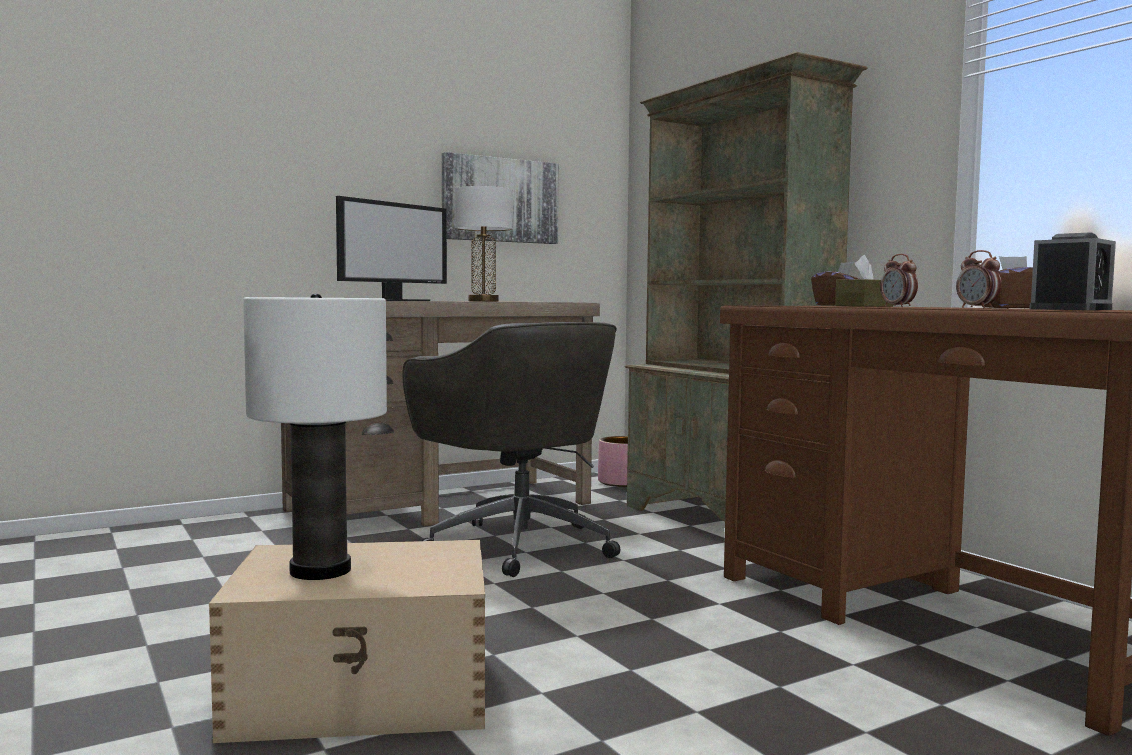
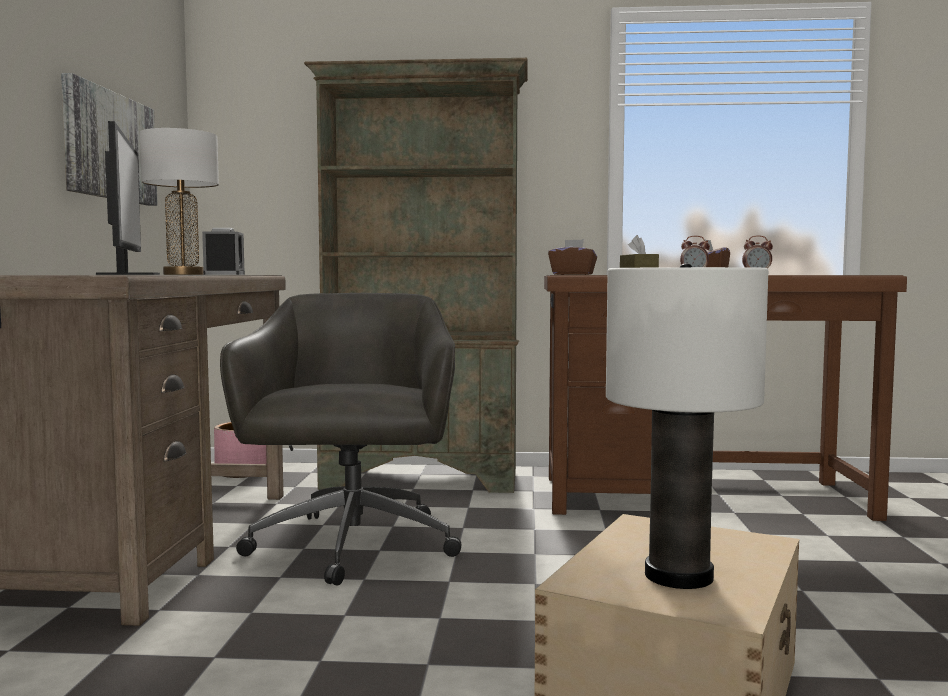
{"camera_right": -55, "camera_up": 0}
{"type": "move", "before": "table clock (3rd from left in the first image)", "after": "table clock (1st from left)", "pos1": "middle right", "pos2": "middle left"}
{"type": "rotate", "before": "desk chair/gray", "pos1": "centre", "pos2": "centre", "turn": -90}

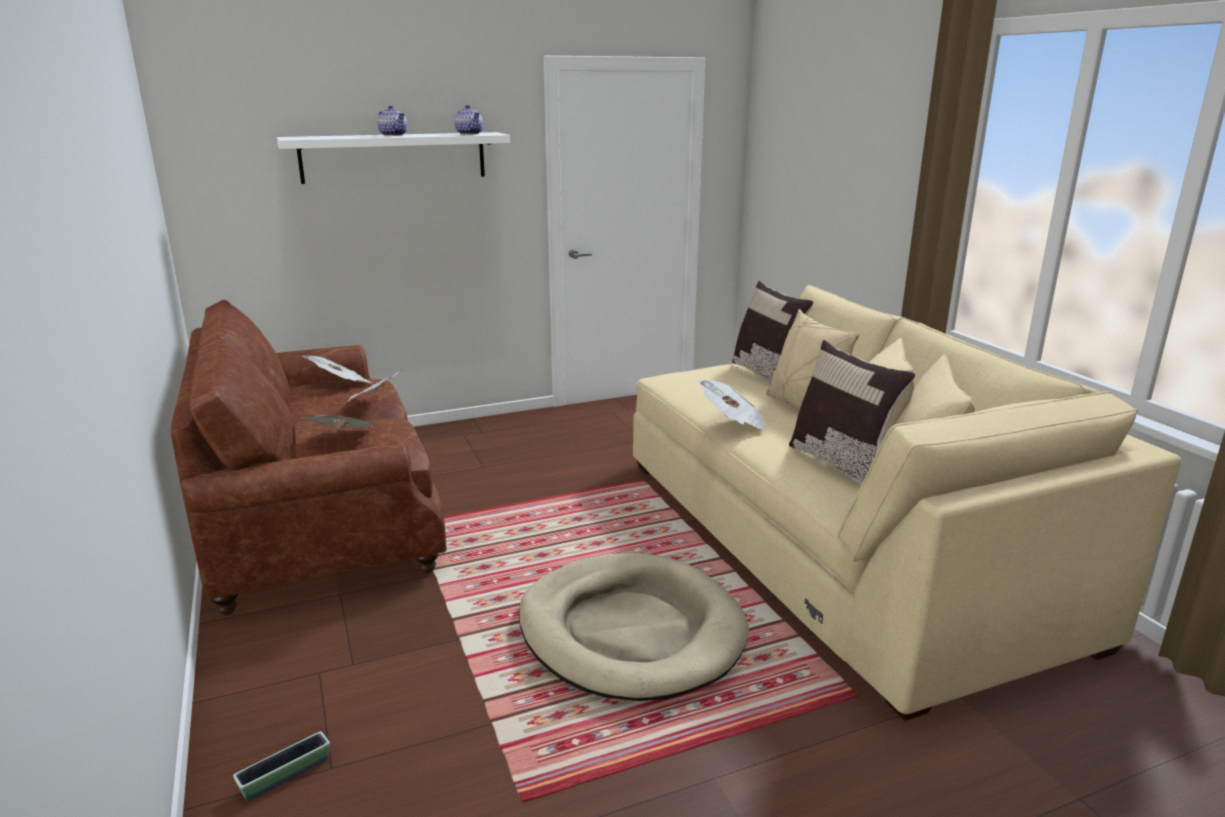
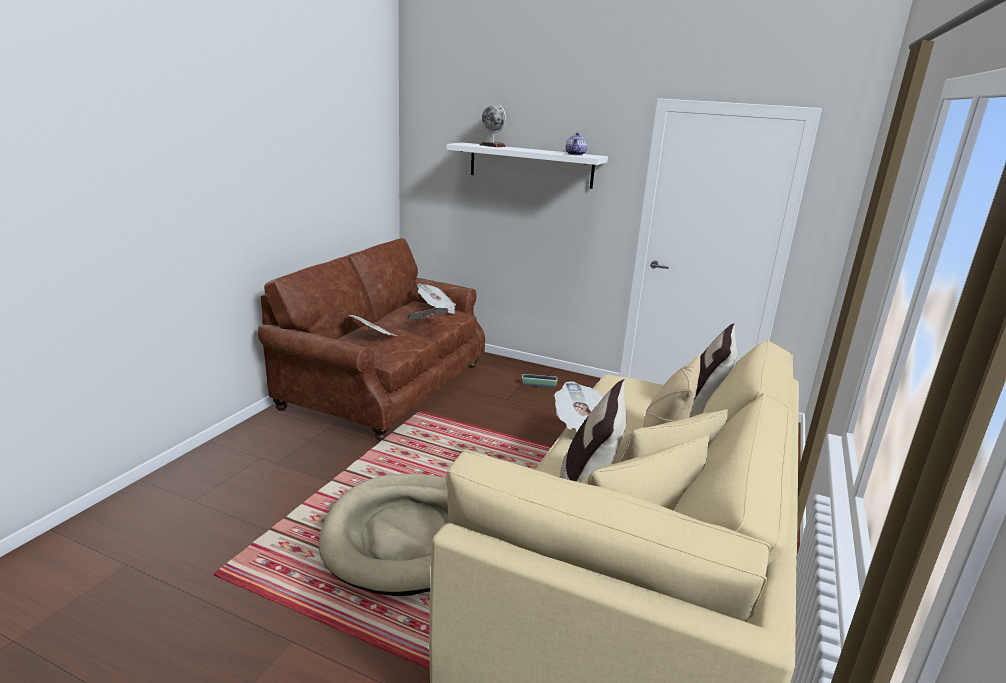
{"camera_right": 45, "camera_up": 0}
{"type": "delete", "before": "teapot (1st from left)", "pos1": "top left"}
{"type": "insert", "after": "desk globe", "pos2": "top centre"}
{"type": "move", "before": "flower pot", "pos1": "bottom left", "pos2": "centre"}

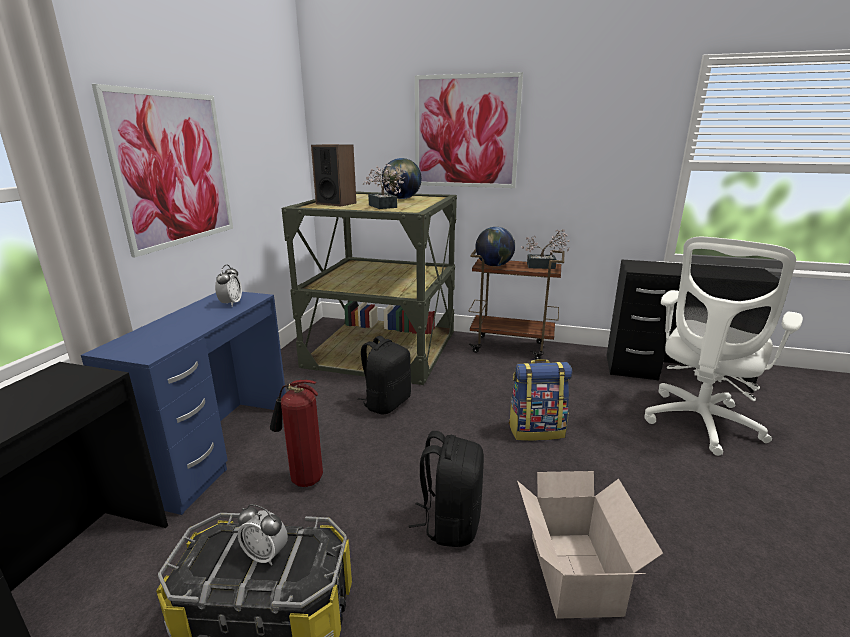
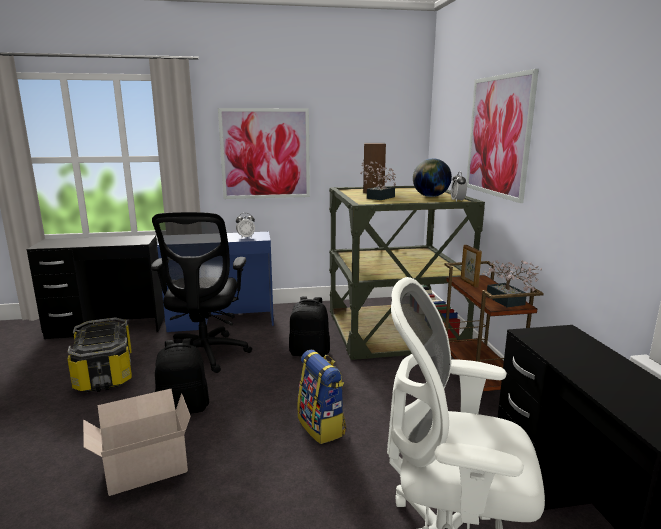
{"camera_right": 65, "camera_up": -5}
{"type": "move", "before": "table clock (2nd from left)", "pos1": "bottom left", "pos2": "middle right"}
{"type": "replace", "before": "fire extinguisher", "after": "desk chair/black-coloured", "pos1": "bottom centre", "pos2": "middle left"}
{"type": "replace", "before": "desk globe (2nd from left)", "after": "photo frame", "pos1": "centre", "pos2": "middle right"}

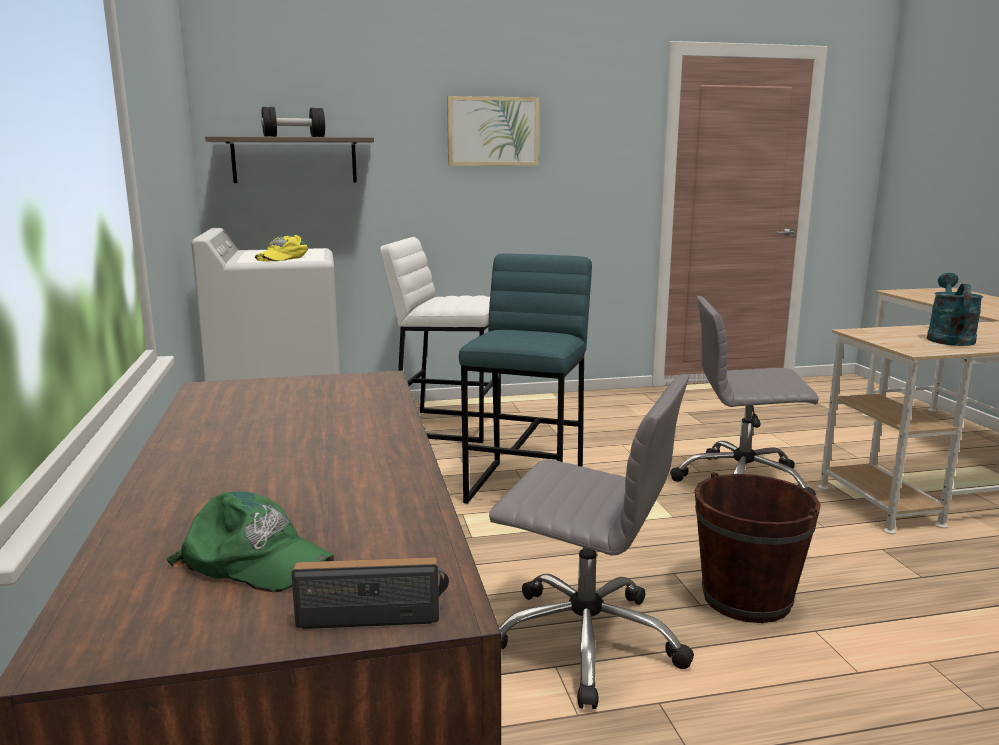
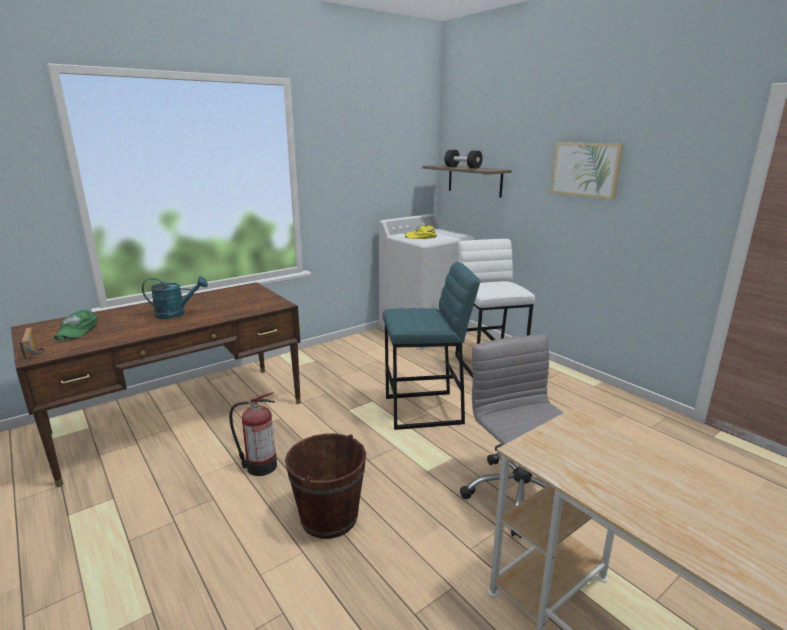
{"camera_right": 65, "camera_up": 5}
{"type": "move", "before": "watering can/turquoise", "pos1": "middle right", "pos2": "middle left"}
{"type": "replace", "before": "desk chair/gray (1st from left)", "after": "fire extinguisher", "pos1": "bottom centre", "pos2": "bottom left"}

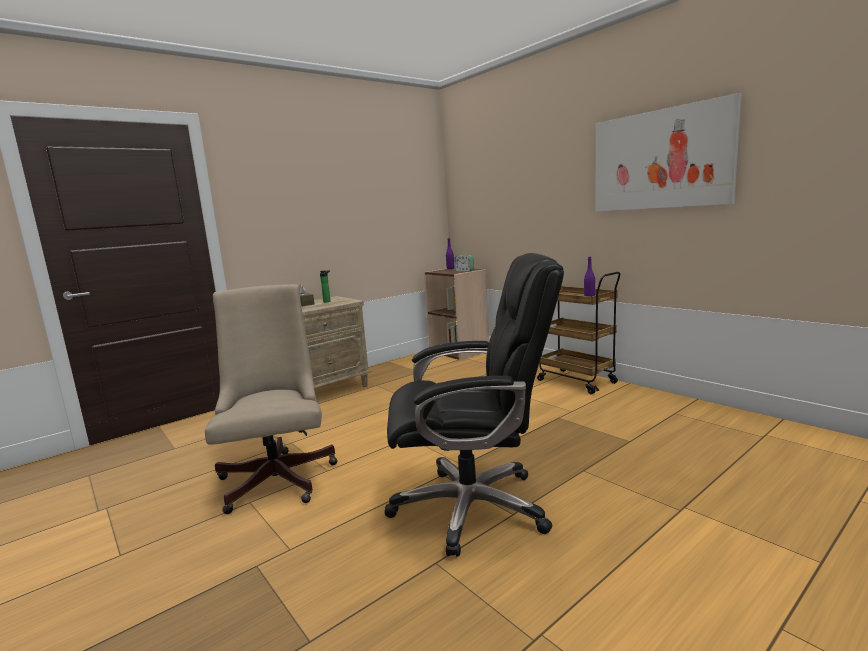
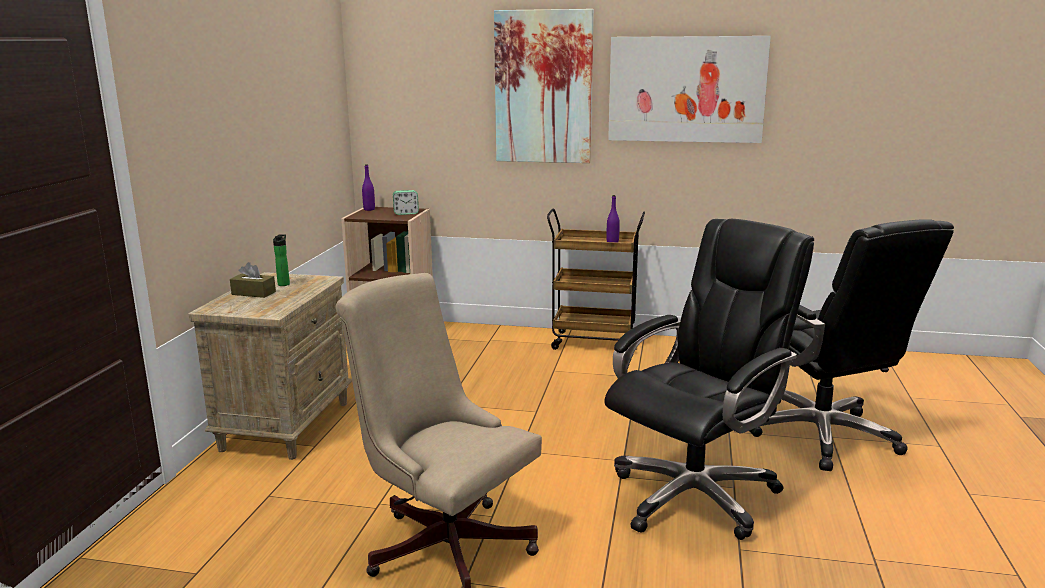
{"camera_right": -40, "camera_up": 5}
{"type": "insert", "after": "picture (1st from left)", "pos2": "top centre"}
{"type": "insert", "after": "desk chair/black-coloured (2nd from left)", "pos2": "middle right"}

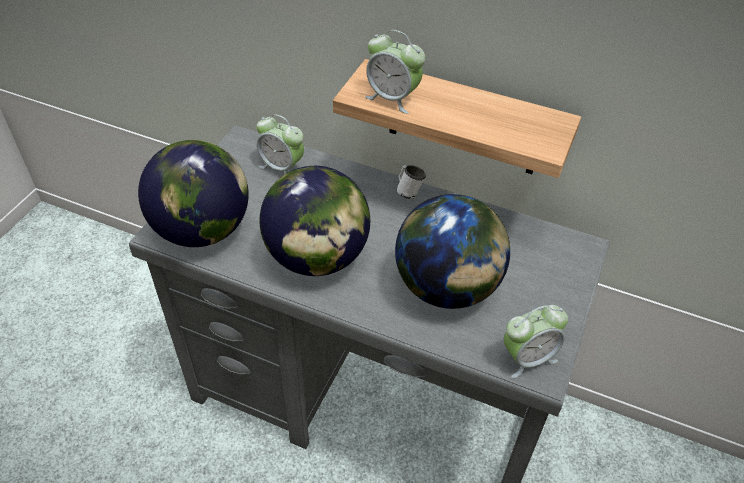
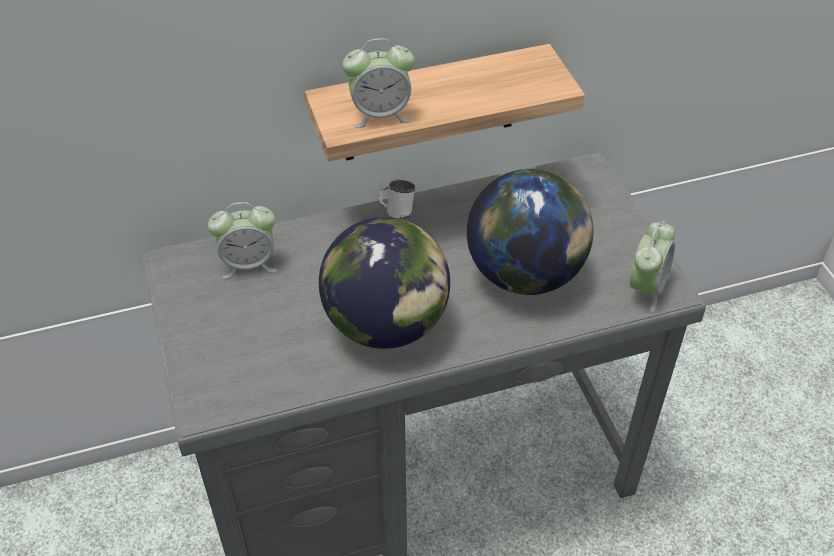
{"camera_right": -40, "camera_up": 0}
{"type": "delete", "before": "desk globe (1st from left)", "pos1": "middle left"}

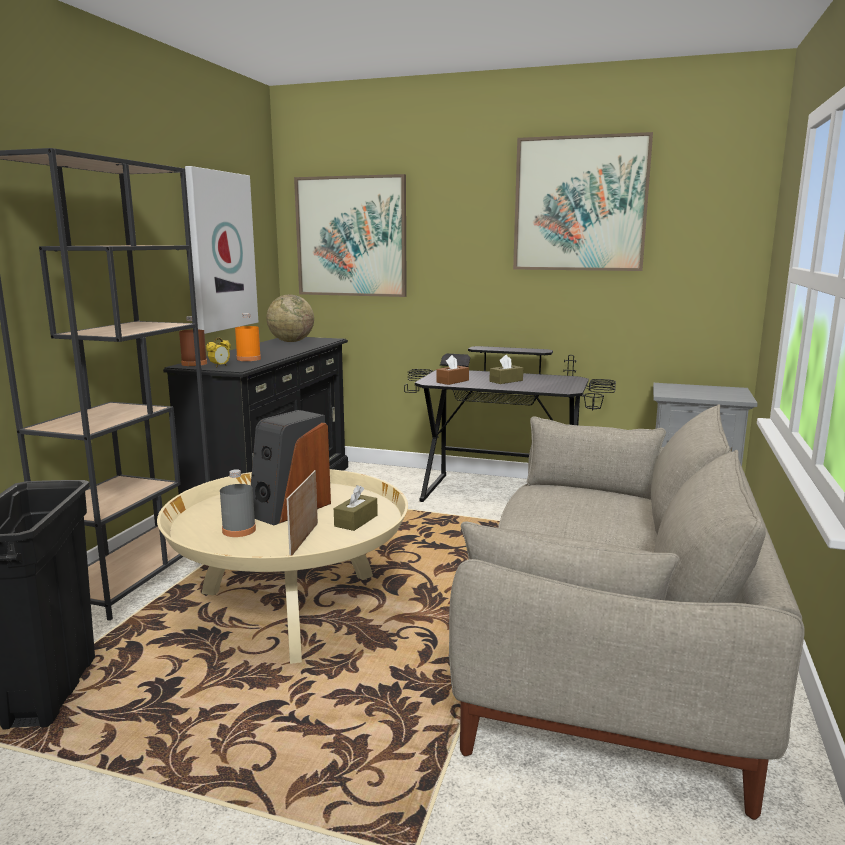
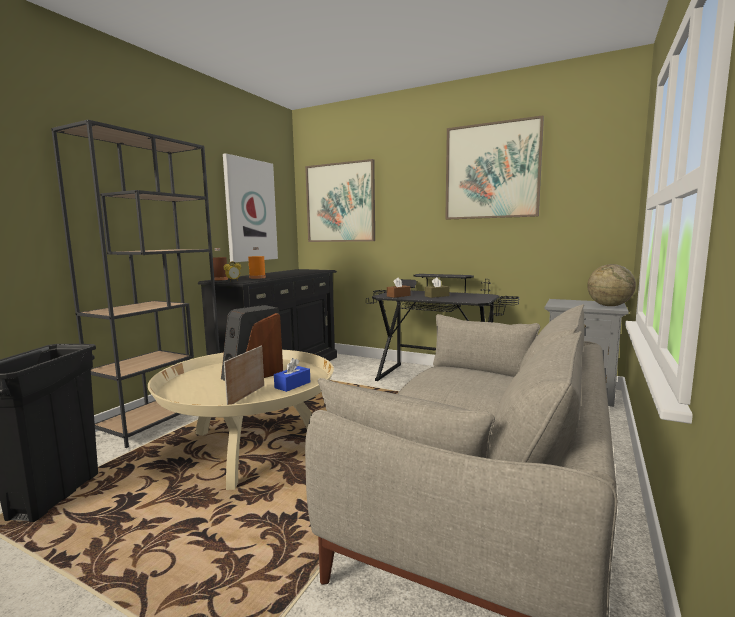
{"camera_right": 10, "camera_up": -5}
{"type": "delete", "before": "drink bottle/gray", "pos1": "middle left"}
{"type": "move", "before": "desk globe", "pos1": "centre", "pos2": "middle right"}
{"type": "recolor", "before": "tissue box/brown-coloured (1st from left)", "after": "tissue box/blue", "pos1": "centre", "pos2": "centre"}

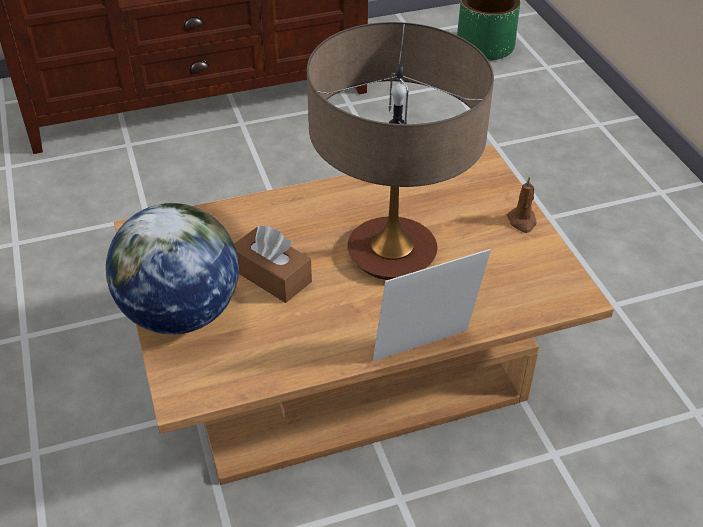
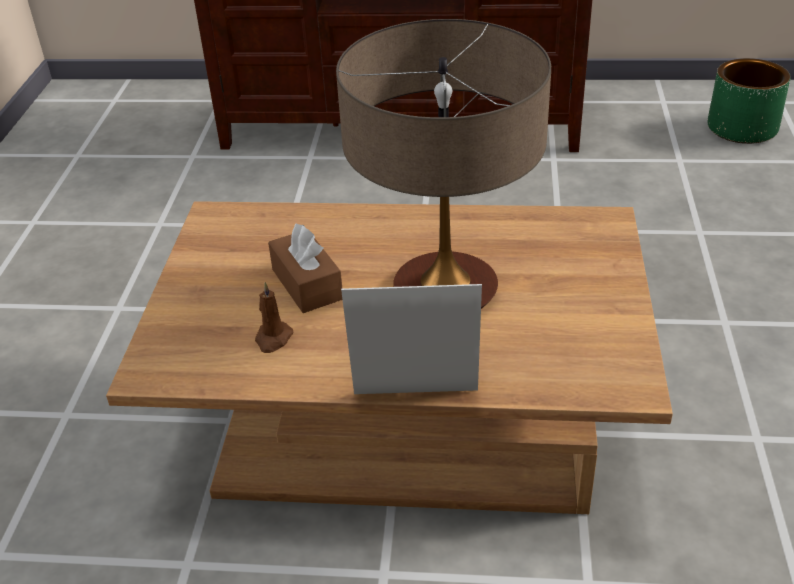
{"camera_right": 25, "camera_up": -5}
{"type": "delete", "before": "desk globe", "pos1": "middle left"}
{"type": "move", "before": "candle/brown-coloured", "pos1": "middle right", "pos2": "centre"}

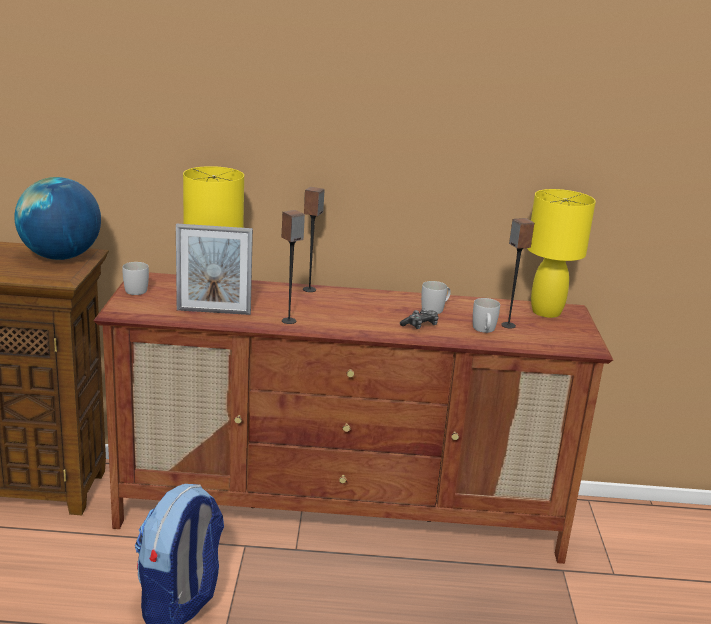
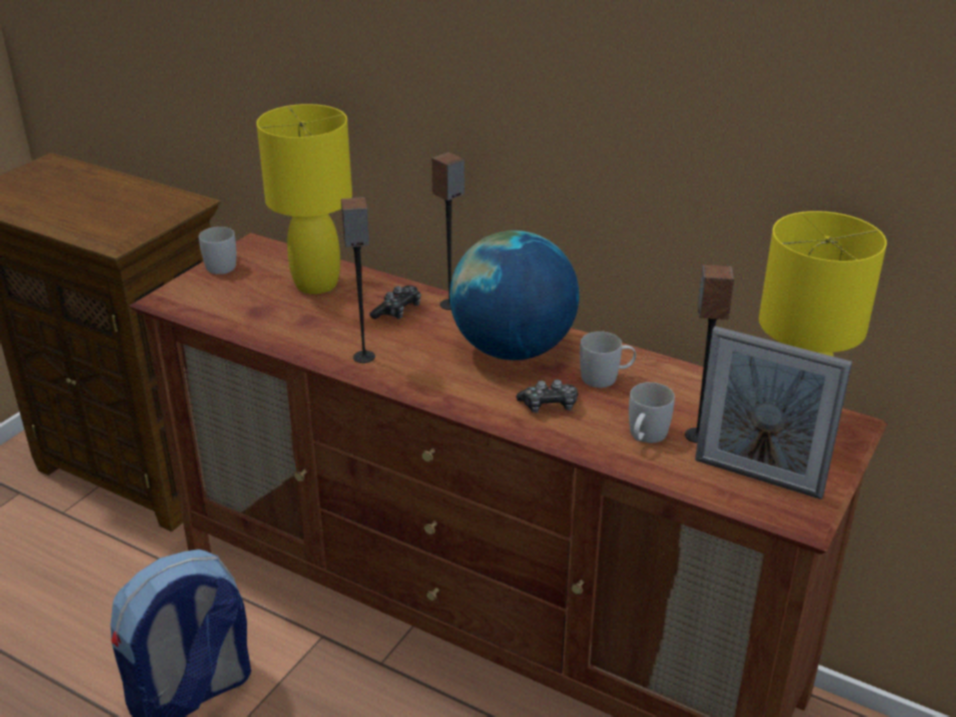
{"camera_right": 30, "camera_up": 10}
{"type": "insert", "after": "gamepad (1st from left)", "pos2": "centre"}
{"type": "move", "before": "desk globe", "pos1": "middle left", "pos2": "centre"}
{"type": "move", "before": "photo frame", "pos1": "middle left", "pos2": "middle right"}

